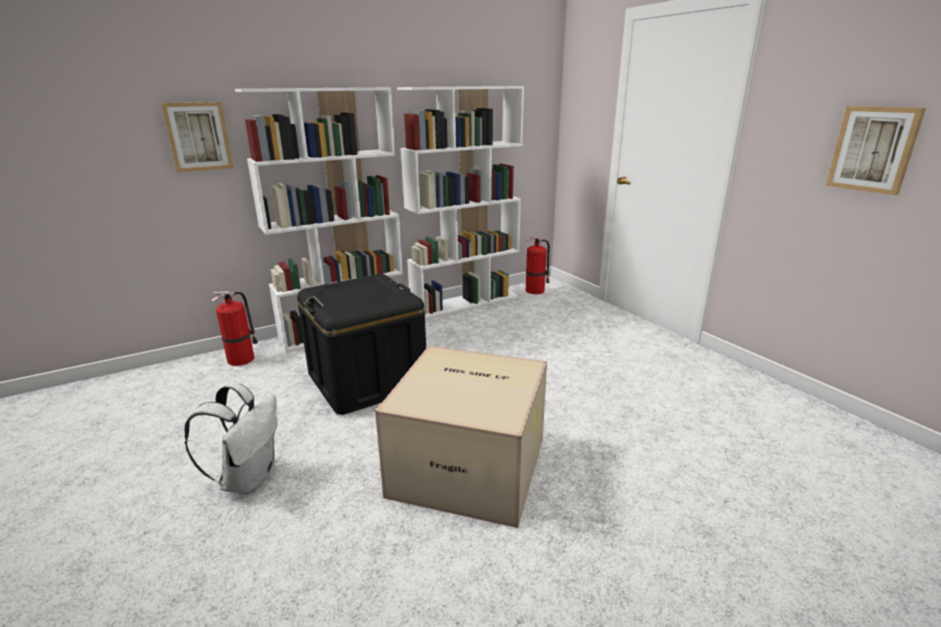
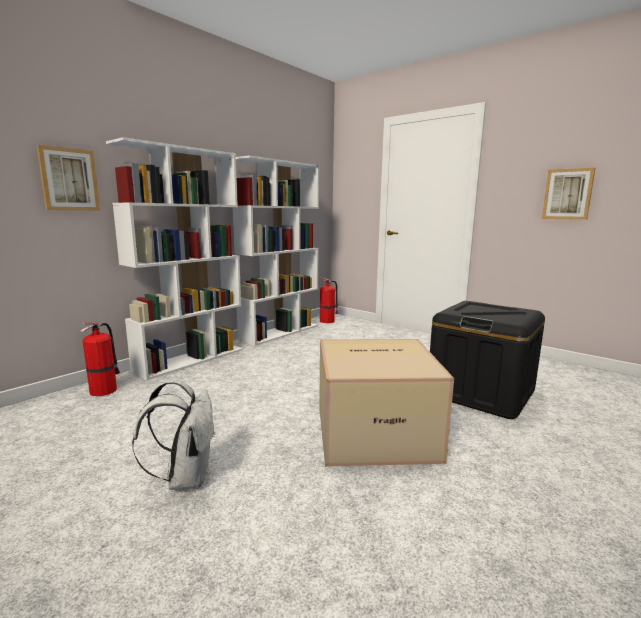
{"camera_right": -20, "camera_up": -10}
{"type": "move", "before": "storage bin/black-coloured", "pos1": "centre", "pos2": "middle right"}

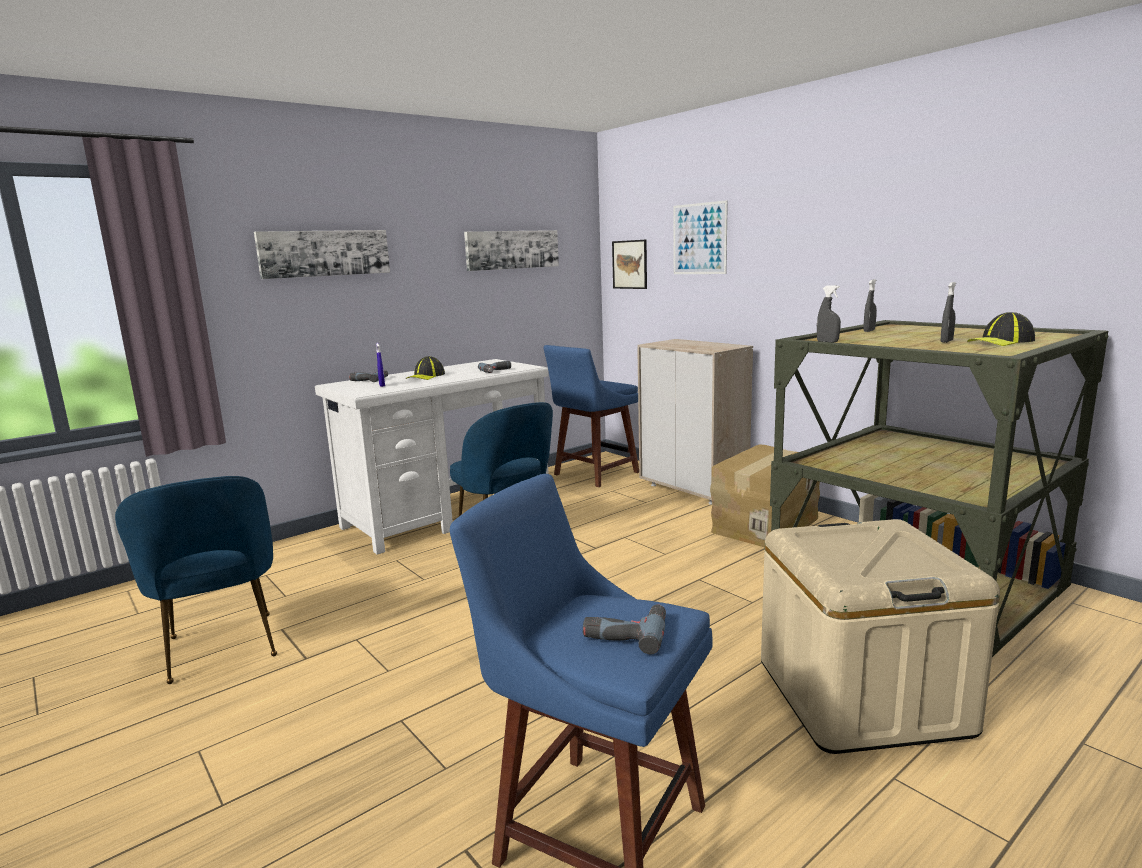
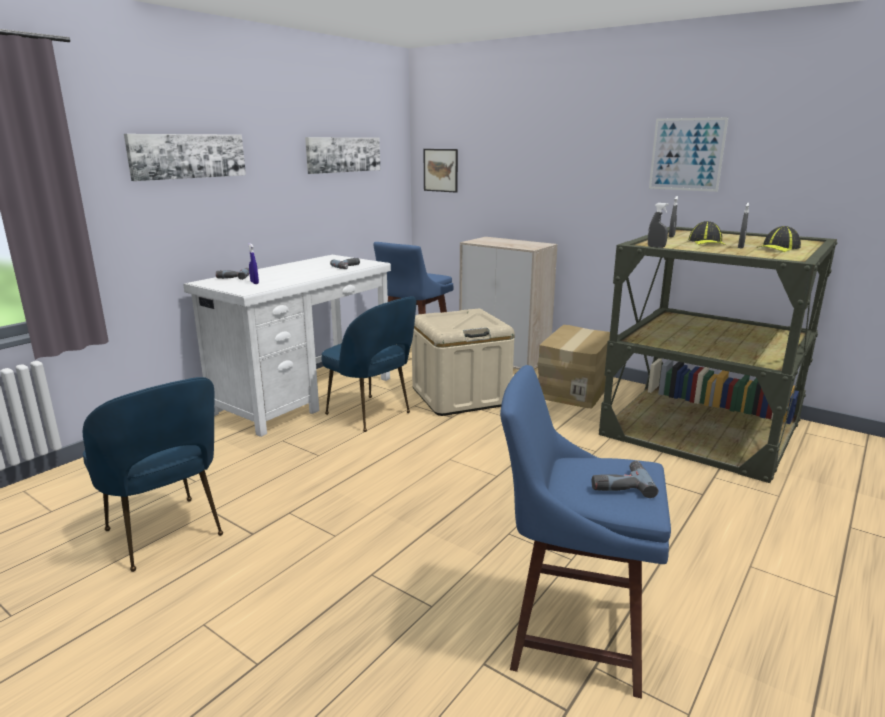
{"camera_right": -15, "camera_up": 5}
{"type": "move", "before": "peaked cap (1st from left)", "pos1": "centre", "pos2": "top right"}
{"type": "move", "before": "picture (4th from left)", "pos1": "top centre", "pos2": "top right"}
{"type": "move", "before": "storage bin/sand-coloured", "pos1": "bottom right", "pos2": "centre"}

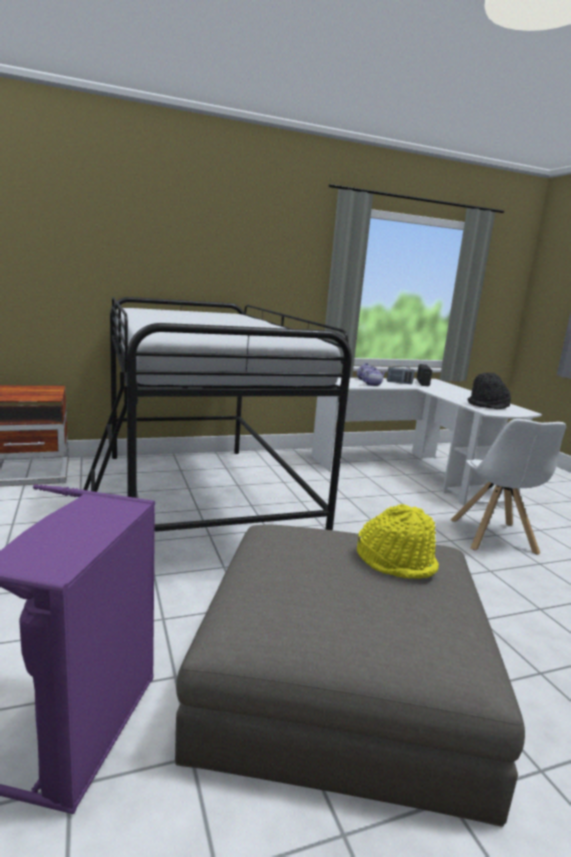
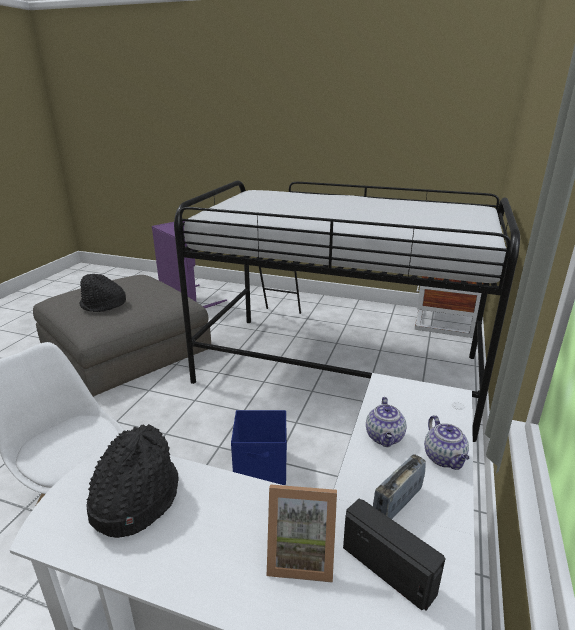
{"camera_right": 130, "camera_up": 10}
{"type": "insert", "after": "storage bin/blue", "pos2": "bottom centre"}
{"type": "insert", "after": "photo frame", "pos2": "bottom centre"}
{"type": "recolor", "before": "wearable hat/yellow", "after": "wearable hat/black-coloured (1st from left)", "pos1": "middle right", "pos2": "middle left"}

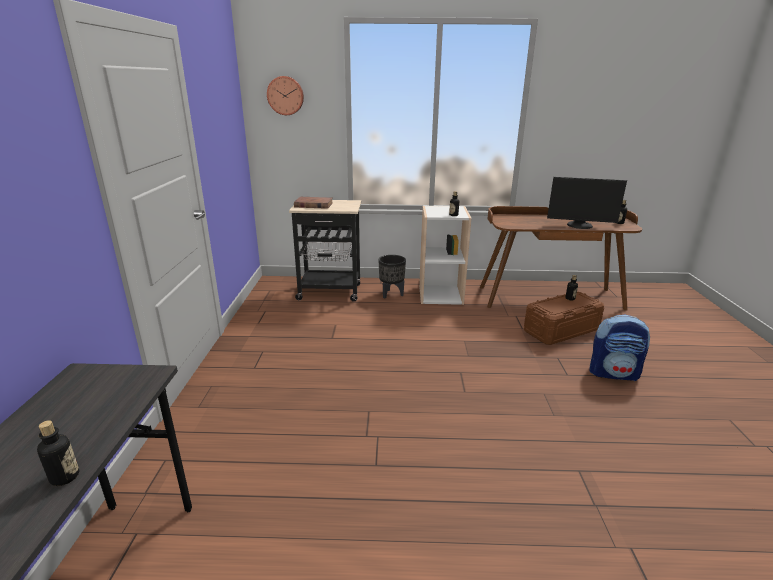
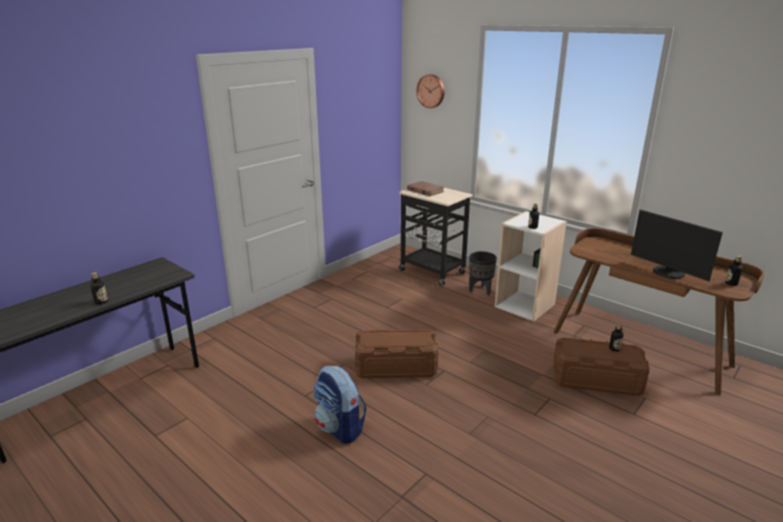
{"camera_right": 40, "camera_up": 0}
{"type": "insert", "after": "storage bin/brown-coloured (1st from left)", "pos2": "bottom centre"}
{"type": "move", "before": "rucksack", "pos1": "middle right", "pos2": "bottom centre"}

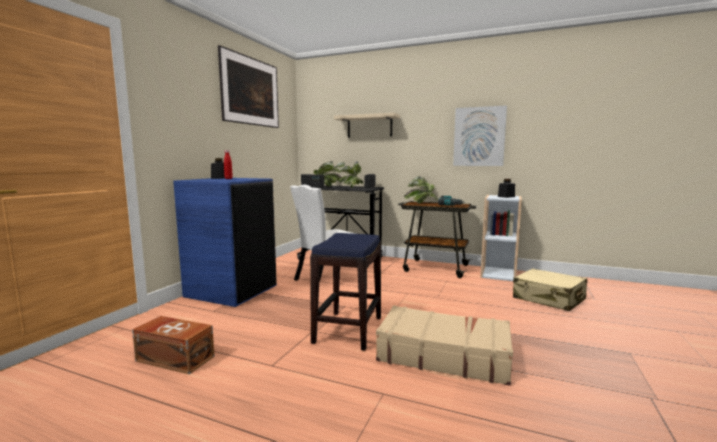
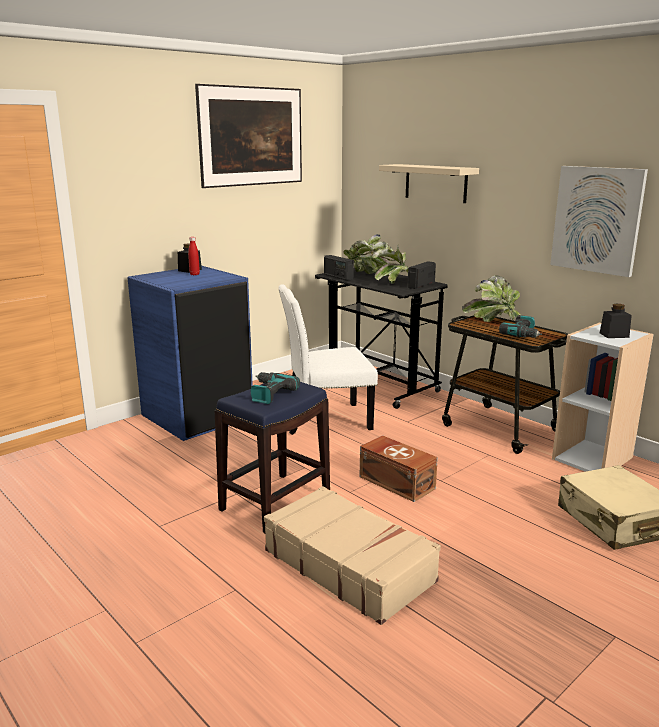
{"camera_right": 25, "camera_up": 10}
{"type": "insert", "after": "power drill (1st from left)", "pos2": "centre"}
{"type": "move", "before": "storage bin/brown-coloured", "pos1": "bottom left", "pos2": "centre"}

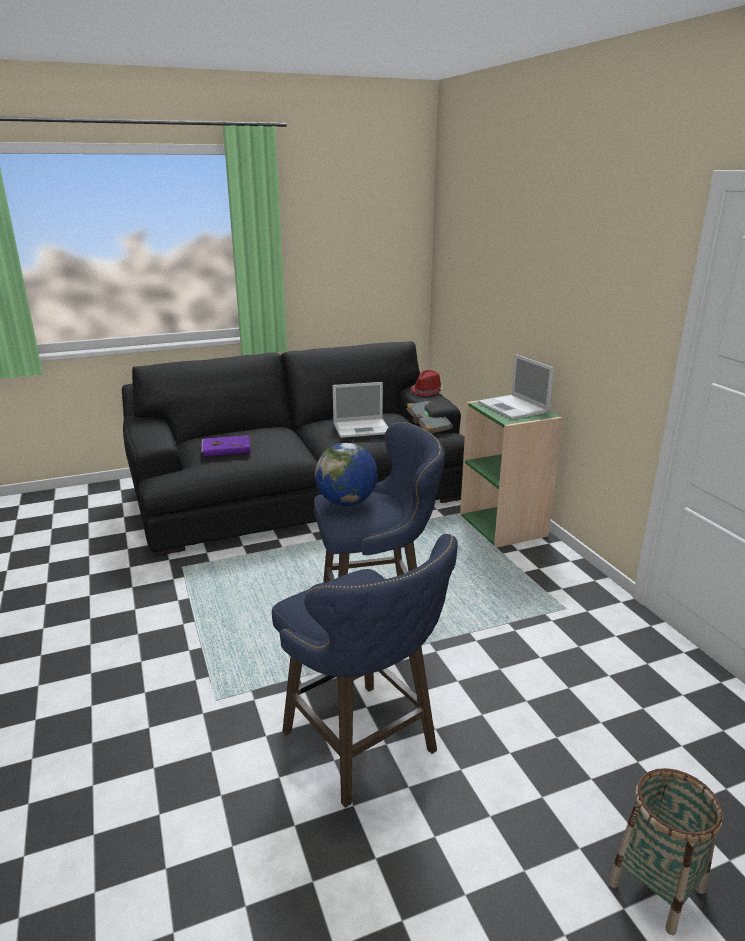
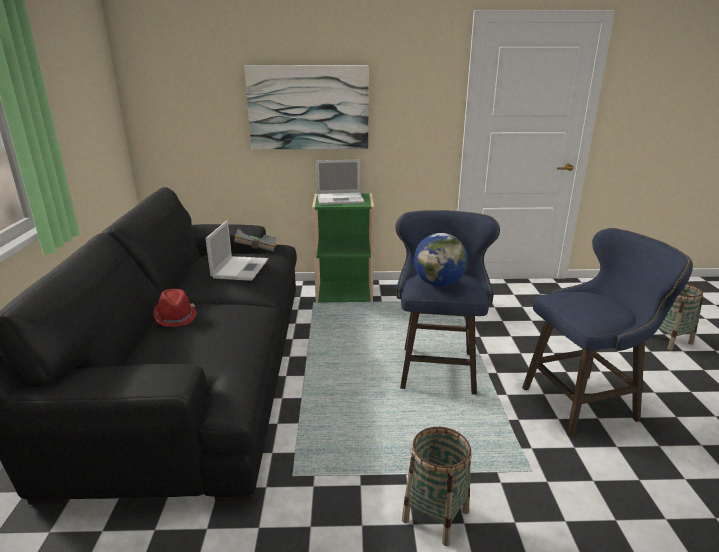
{"camera_right": -70, "camera_up": 0}
{"type": "delete", "before": "book/purple", "pos1": "middle left"}
{"type": "insert", "after": "picture", "pos2": "top centre"}
{"type": "insert", "after": "household basket (1st from left)", "pos2": "bottom centre"}
{"type": "move", "before": "wearable hat/red-coloured", "pos1": "centre", "pos2": "middle left"}

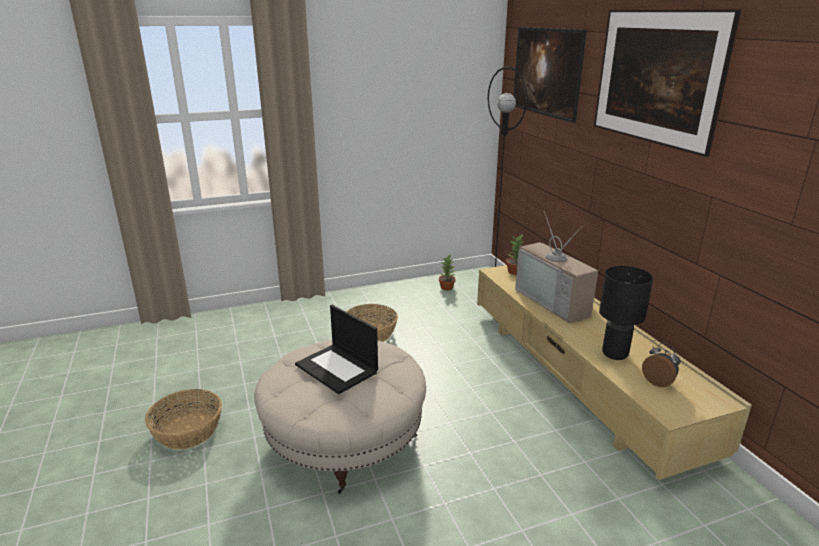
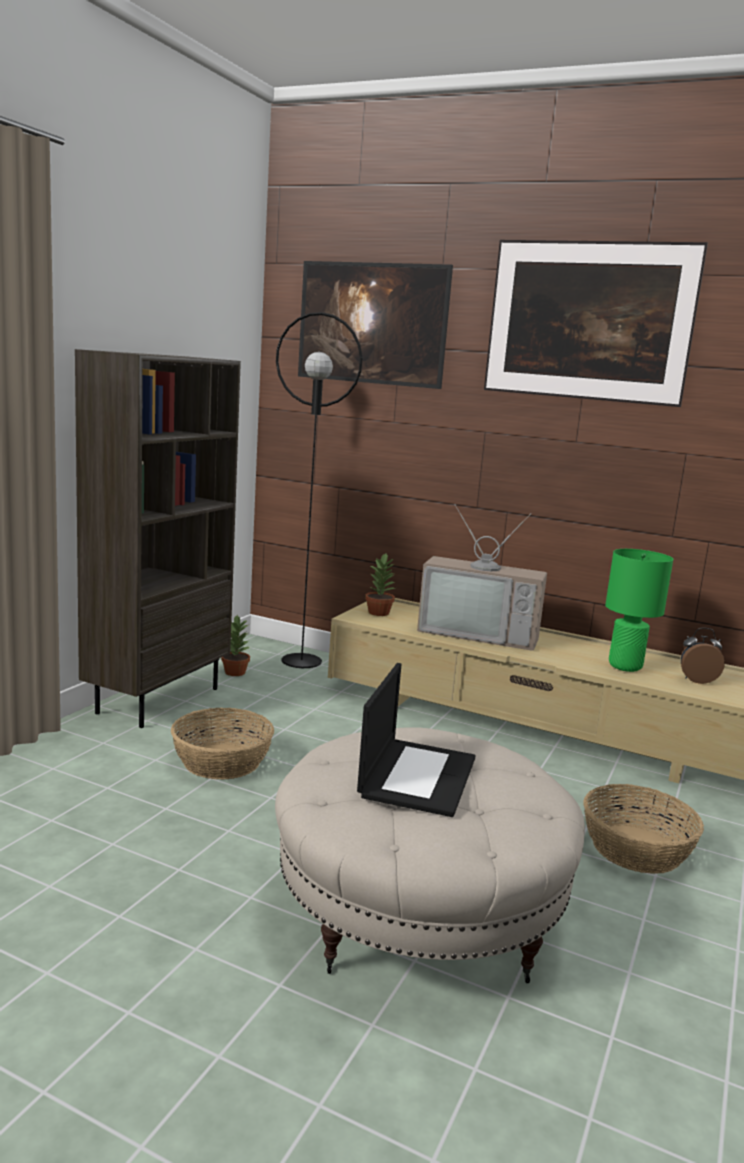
{"camera_right": -45, "camera_up": -10}
{"type": "insert", "after": "bookshelf/brown-coloured", "pos2": "middle left"}
{"type": "move", "before": "household basket (1st from left in the first image)", "after": "household basket (2nd from left)", "pos1": "bottom left", "pos2": "bottom right"}
{"type": "recolor", "before": "table lamp/black-coloured", "after": "table lamp/green-coloured", "pos1": "middle right", "pos2": "middle right"}
{"type": "rotate", "before": "notebook computer", "pos1": "centre", "pos2": "centre", "turn": -75}

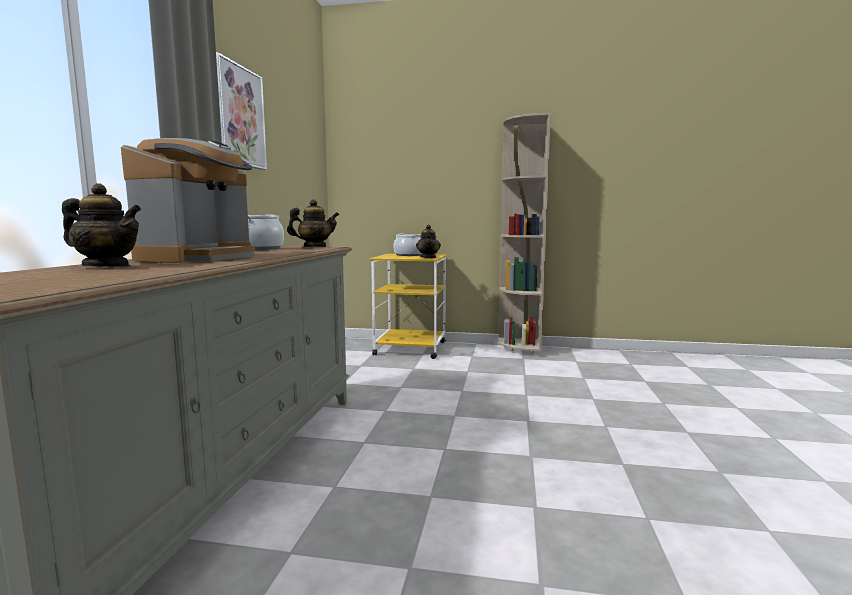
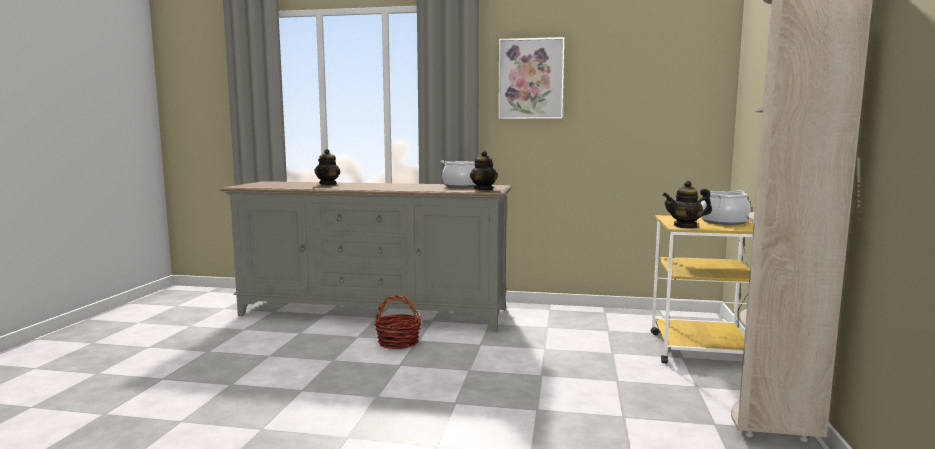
{"camera_right": 90, "camera_up": 0}
{"type": "delete", "before": "coffee brewer", "pos1": "middle left"}
{"type": "insert", "after": "household basket", "pos2": "bottom centre"}

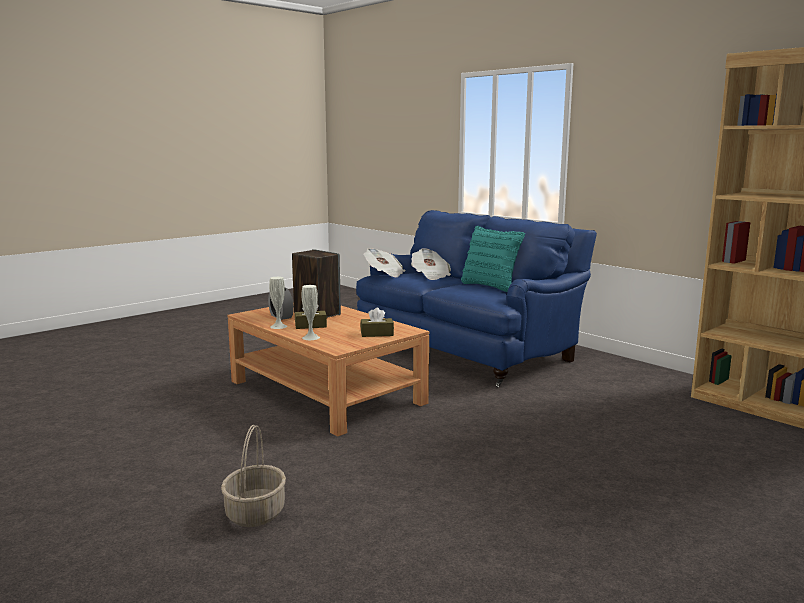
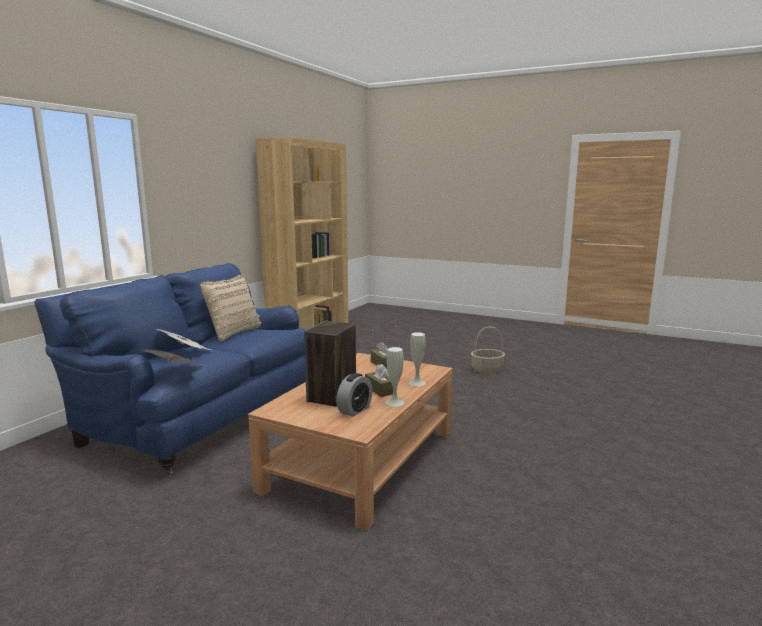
{"camera_right": -110, "camera_up": 0}
{"type": "move", "before": "household basket", "pos1": "bottom left", "pos2": "centre"}
{"type": "recolor", "before": "pillow/turquoise", "after": "pillow/sand-coloured", "pos1": "centre", "pos2": "middle left"}

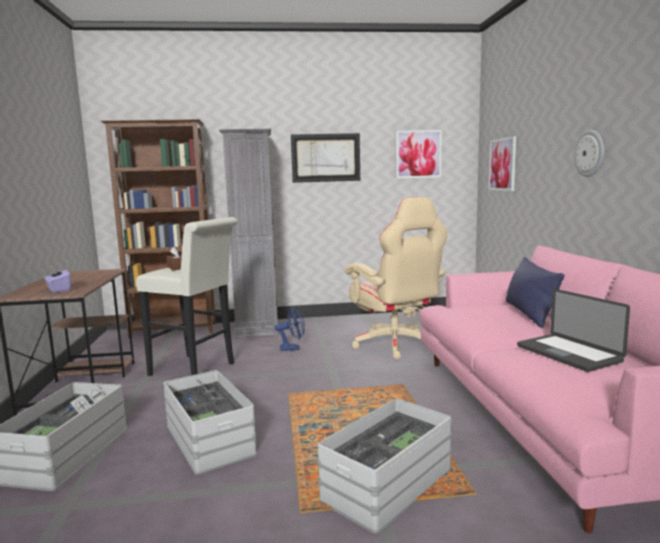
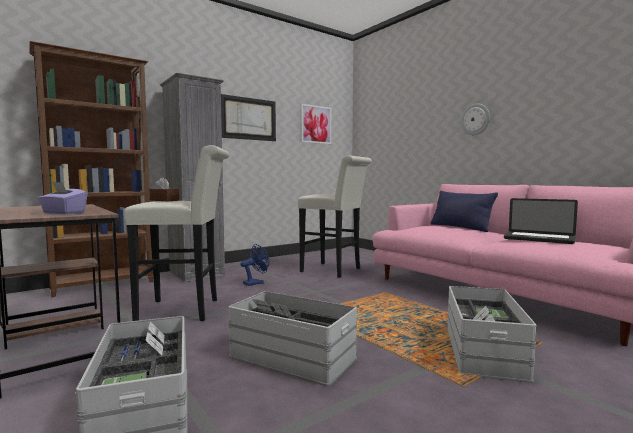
{"camera_right": -30, "camera_up": -5}
{"type": "delete", "before": "picture (3rd from left)", "pos1": "top right"}
{"type": "replace", "before": "desk chair/sand-coloured", "after": "sitting stool/white (2nd from left)", "pos1": "centre", "pos2": "centre"}

